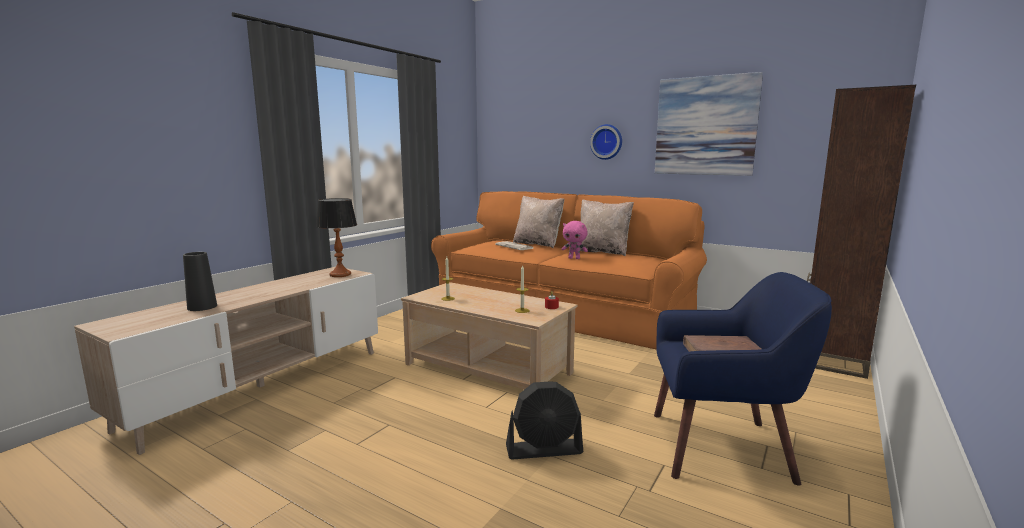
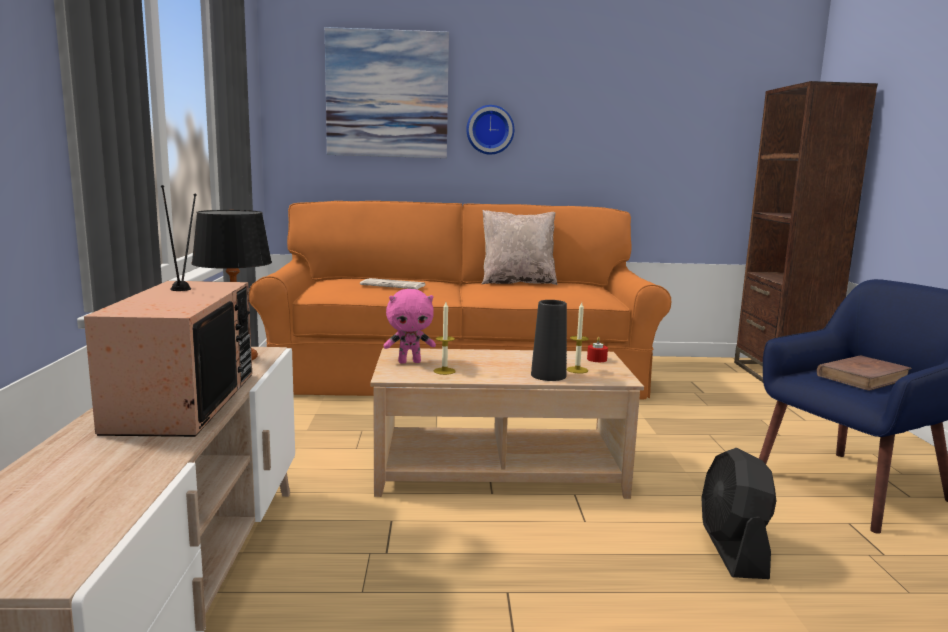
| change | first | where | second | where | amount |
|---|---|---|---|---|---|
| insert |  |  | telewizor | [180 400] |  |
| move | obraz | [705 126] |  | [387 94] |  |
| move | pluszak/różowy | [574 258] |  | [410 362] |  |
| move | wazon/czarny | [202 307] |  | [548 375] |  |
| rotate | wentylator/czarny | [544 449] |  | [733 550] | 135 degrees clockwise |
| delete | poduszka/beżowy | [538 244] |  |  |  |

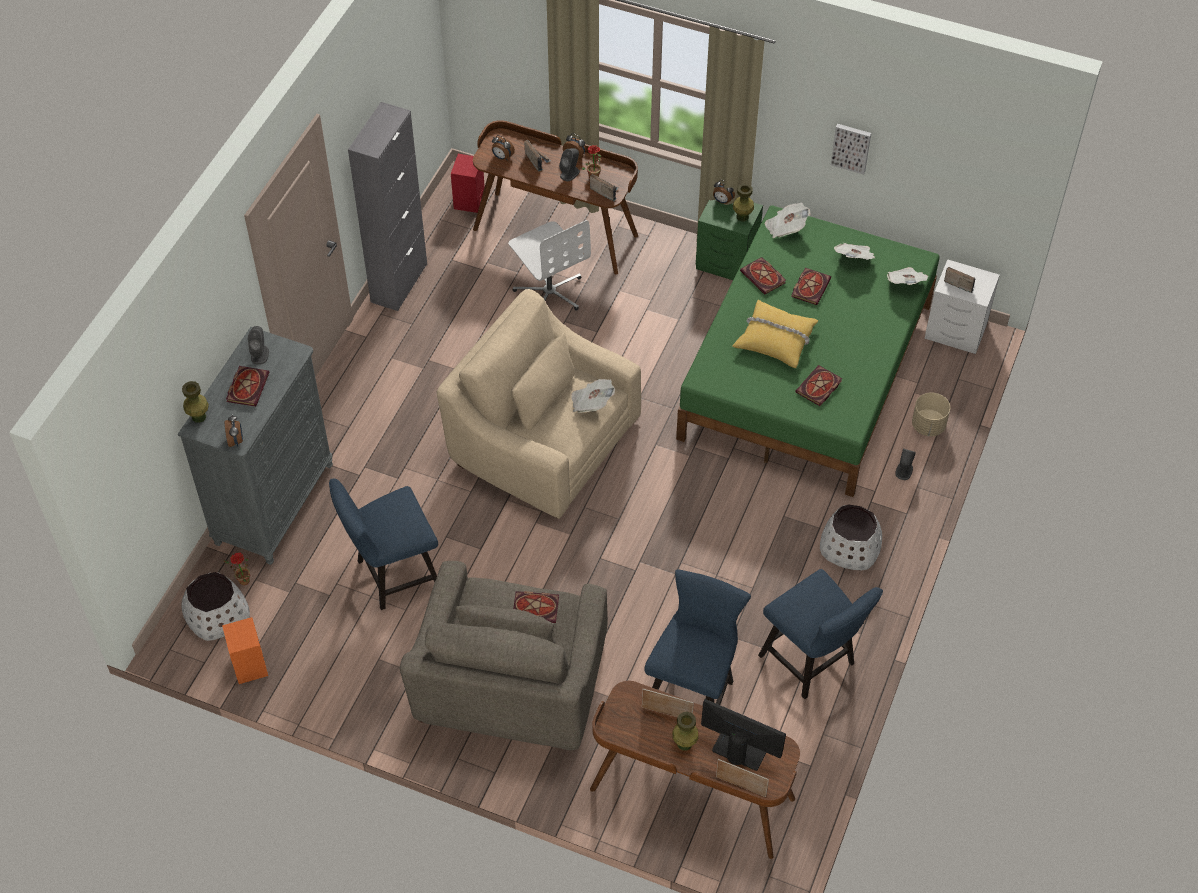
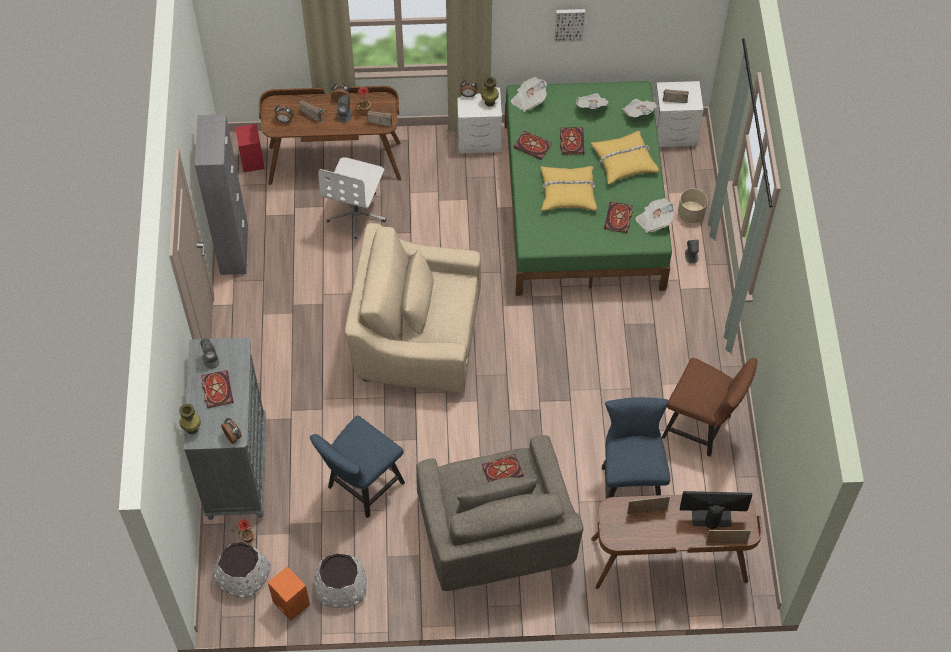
| change | first | where | second | where | amount |
|---|---|---|---|---|---|
| move | donica/biały | [849 547] |  | [340 585] |  |
| rotate | krzesło biurowe/biały | [549 292] |  | [357 213] | 75 degrees clockwise |
| recolor | szafka nocna/zielony | [727 263] | szafka nocna/biały | [480 140] |  |
| insert |  |  | poduszka/żółty | [624 161] |  |
| move | gazeta | [591 403] |  | [654 221] |  |
| recolor | krzesło/niebieski | [812 663] | krzesło/brązowy | [701 428] |  |
| delete | wazon/zielony | [684 743] |  |  |  |

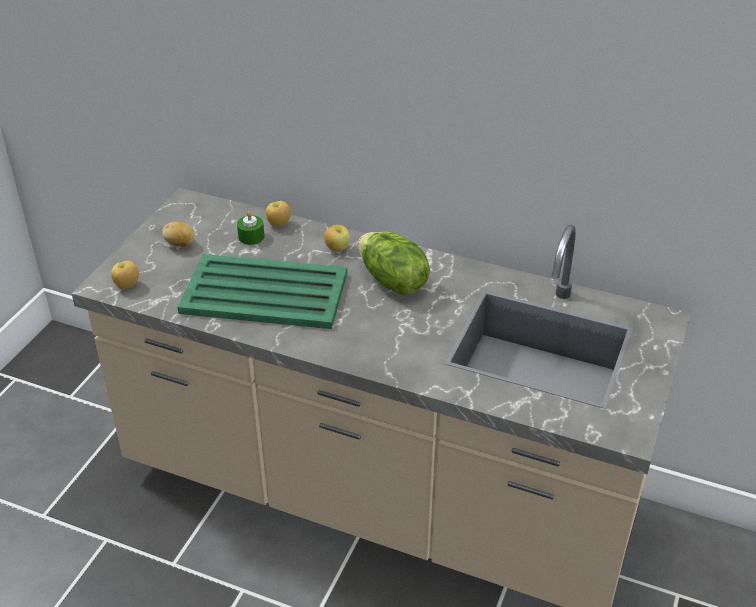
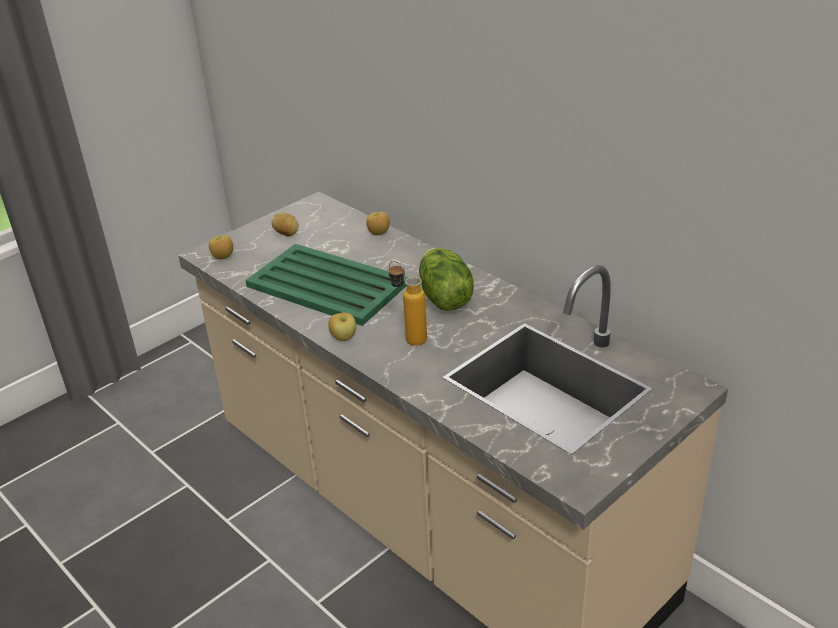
| change | first | where | second | where | amount |
|---|---|---|---|---|---|
| move | jabłko | [337 249] |  | [344 338] |  |
| insert |  |  | butelka | [409 337] |  |
| delete | świeca/zielony | [251 237] |  |  |  |

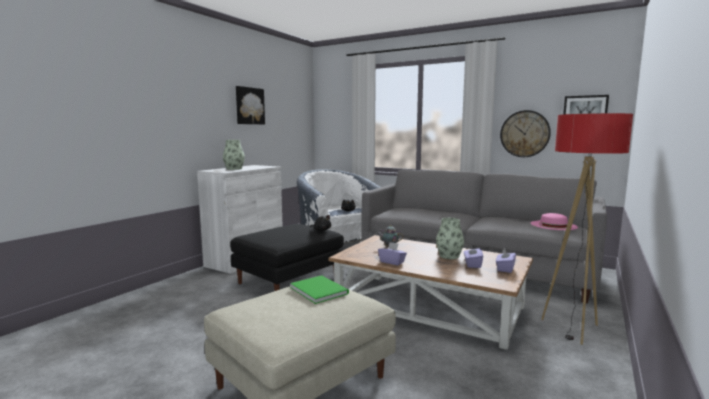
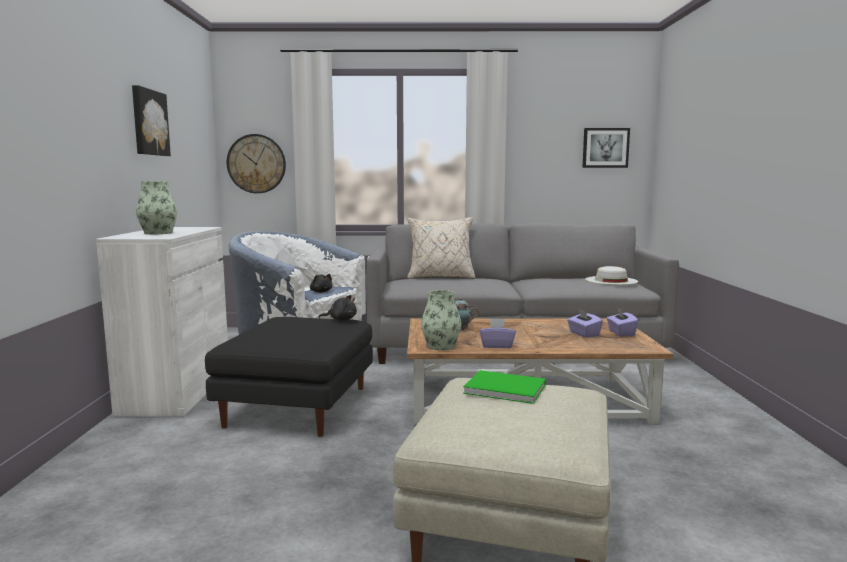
| change | first | where | second | where | amount |
|---|---|---|---|---|---|
| move | zegar ścienny | [524 134] |  | [256 164] |  |
| insert |  |  | poduszka/beżowy | [440 277] |  |
| move | wazon | [449 256] |  | [441 346] |  |
| recolor | kapelusz/różowy | [553 225] | kapelusz/biały | [611 280] |  |
| delete | lampa stojąca | [572 329] |  |  |  |

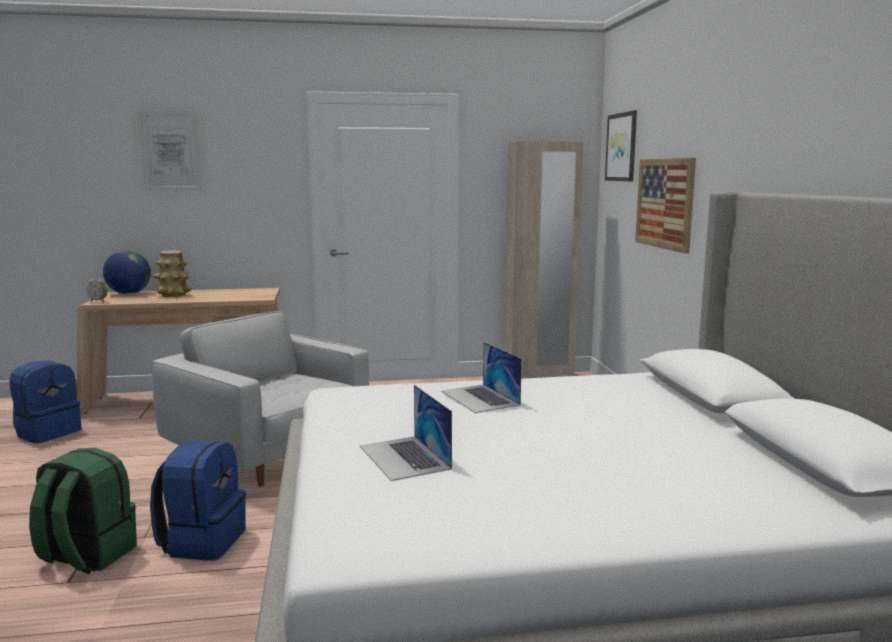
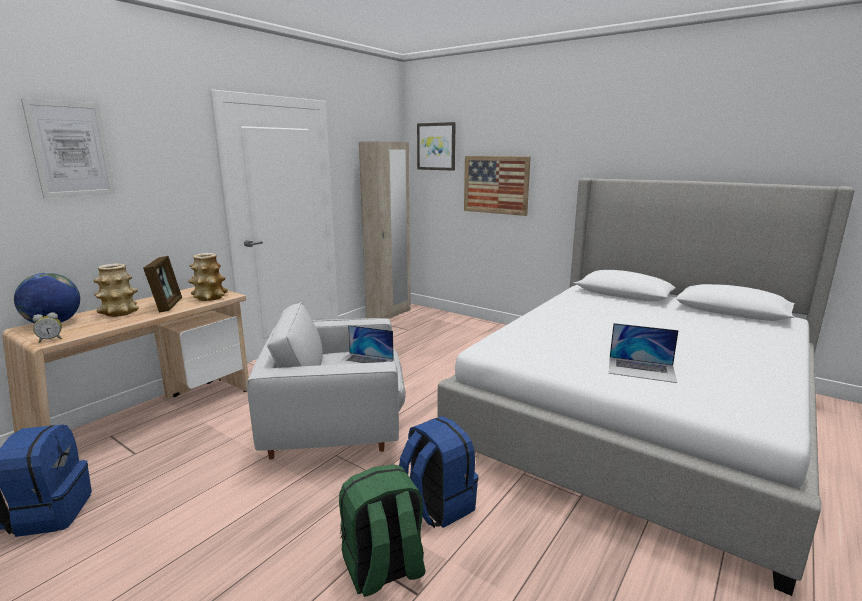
| change | first | where | second | where | amount |
|---|---|---|---|---|---|
| insert |  |  | ramka na zdjęcie | [167 305] |  |
| insert |  |  | wazon | [209 297] |  |
| move | laptop | [480 398] |  | [364 362] |  |

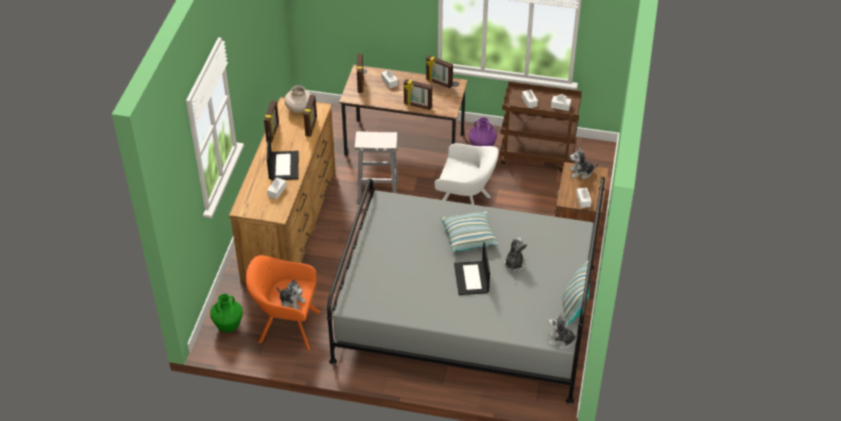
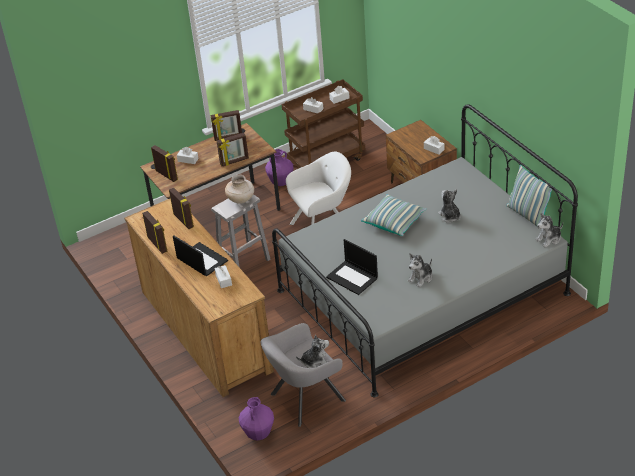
| change | first | where | second | where | amount |
|---|---|---|---|---|---|
| move | wazon/beżowy | [299 109] |  | [241 199] |  |
| recolor | wazon/zielony | [229 326] | wazon/fioletowy | [258 433] |  |
| recolor | fotel/pomarańczowy | [286 326] | fotel/szary | [304 399] |  |
| move | laptop | [472 278] |  | [353 278] |  |
| move | pluszak | [581 172] |  | [421 278] |  |

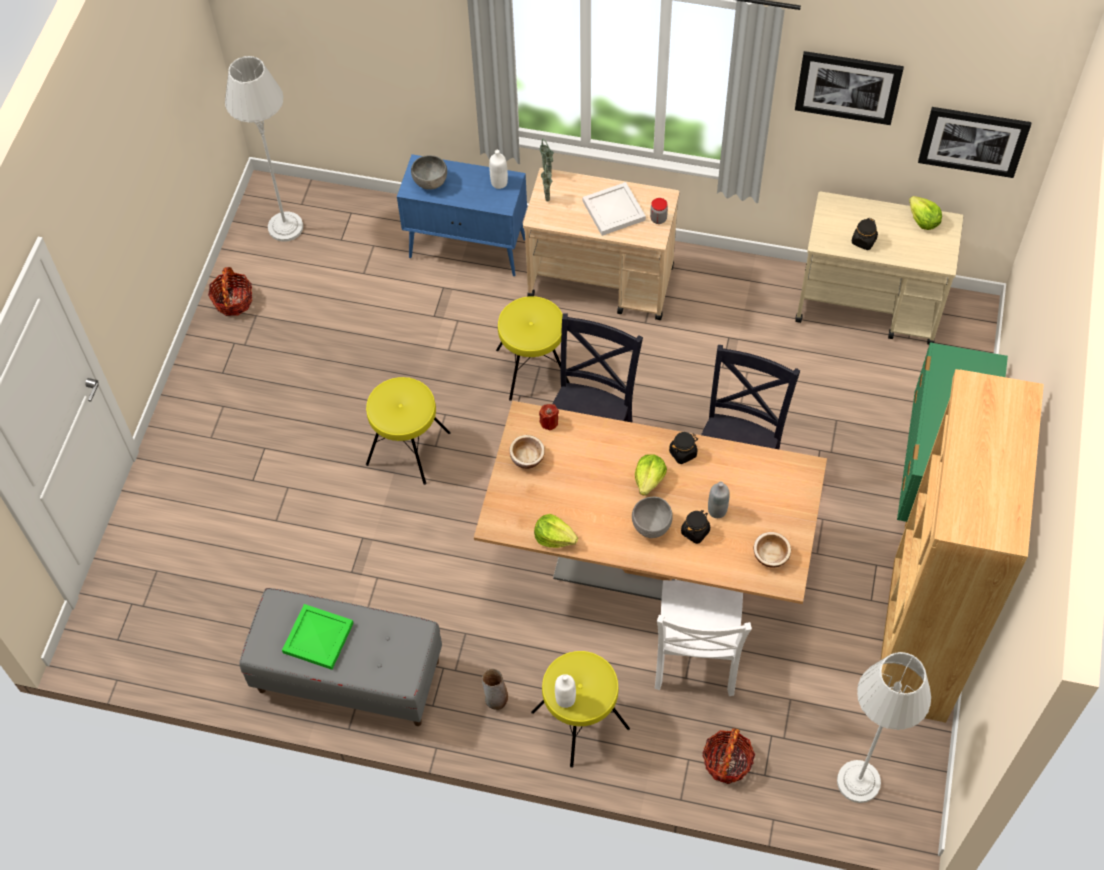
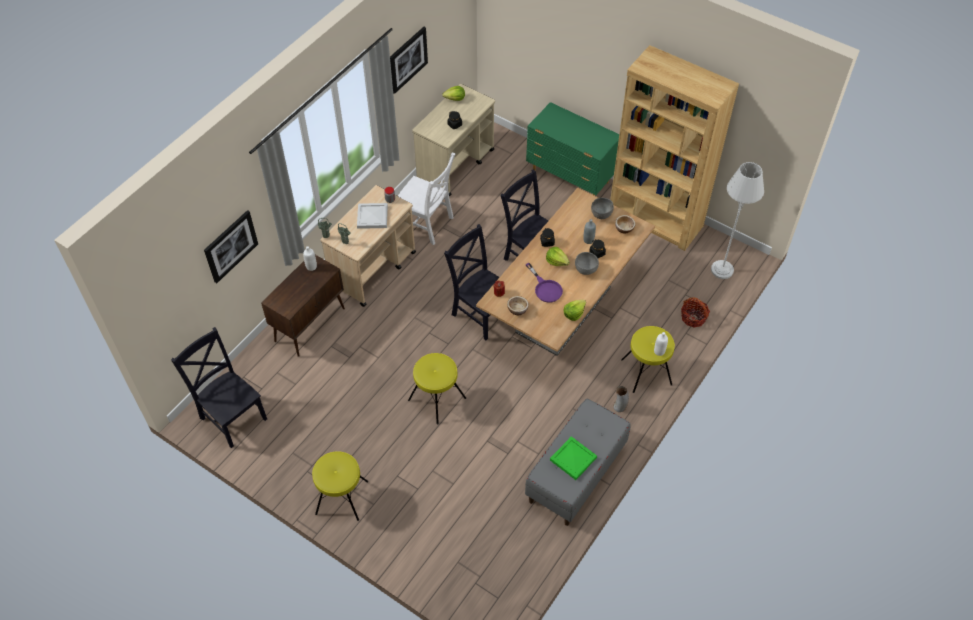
| change | first | where | second | where | amount |
|---|---|---|---|---|---|
| replace | lampa stojąca/szary | [286 227] | krzesło/czarny | [232 416] |  |
| move | obraz | [973 140] |  | [230 246] |  |
| recolor | szafka/niebieski | [469 248] | szafka/brązowy | [310 324] |  |
| move | stołek/żółty | [533 368] |  | [341 497] |  |
| move | krzesło/biały | [695 658] |  | [427 224] |  |
| insert |  |  | patelnia/fioletowy | [545 288] |  |
| move | miska/szary | [431 183] |  | [601 215] |  |
| delete | koszyk | [233 301] |  |  |  |

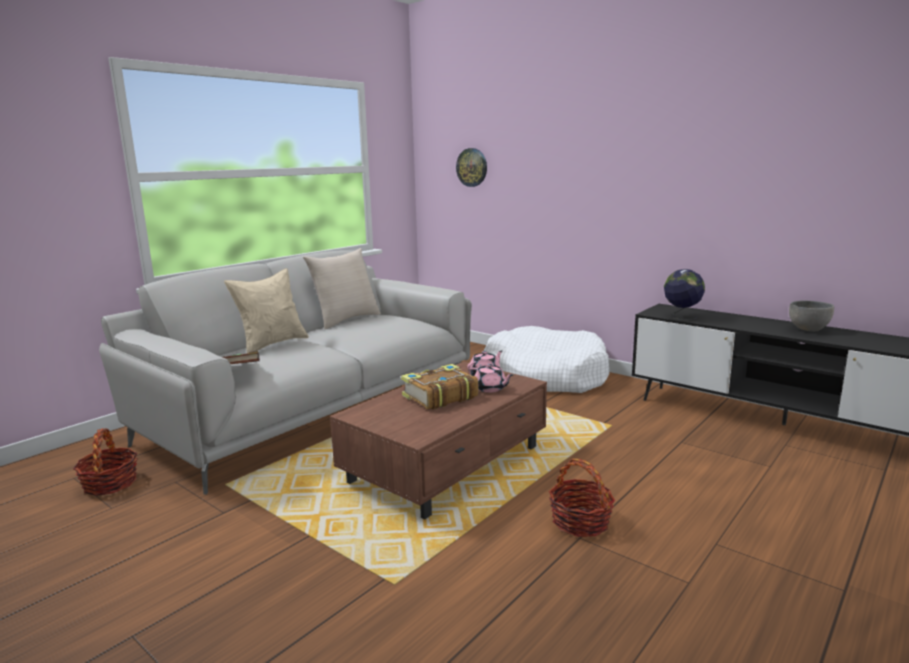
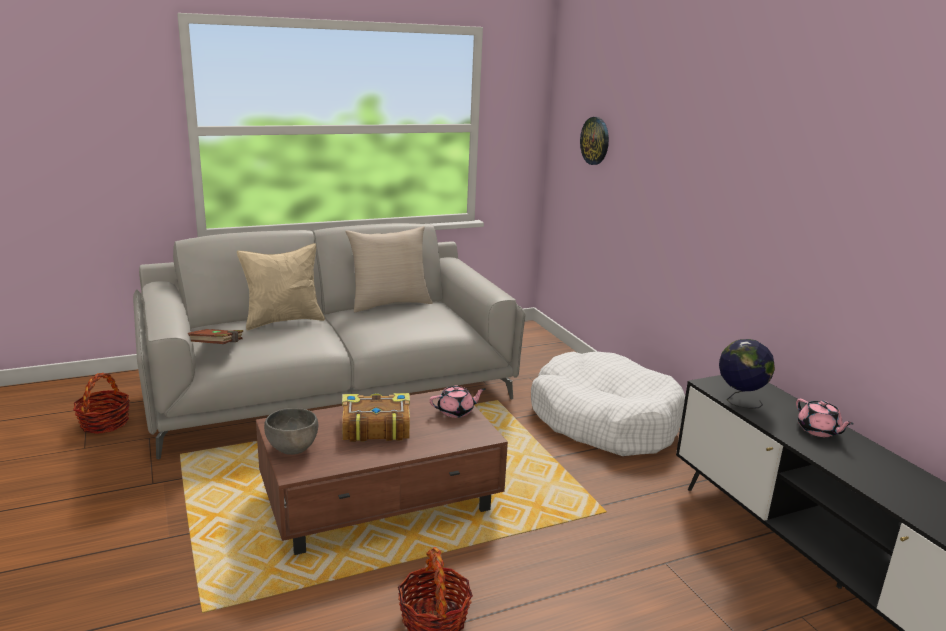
| change | first | where | second | where | amount |
|---|---|---|---|---|---|
| move | miska/szary | [808 329] |  | [293 449] |  |
| move | imbryk/różowy | [490 389] |  | [818 431] |  |

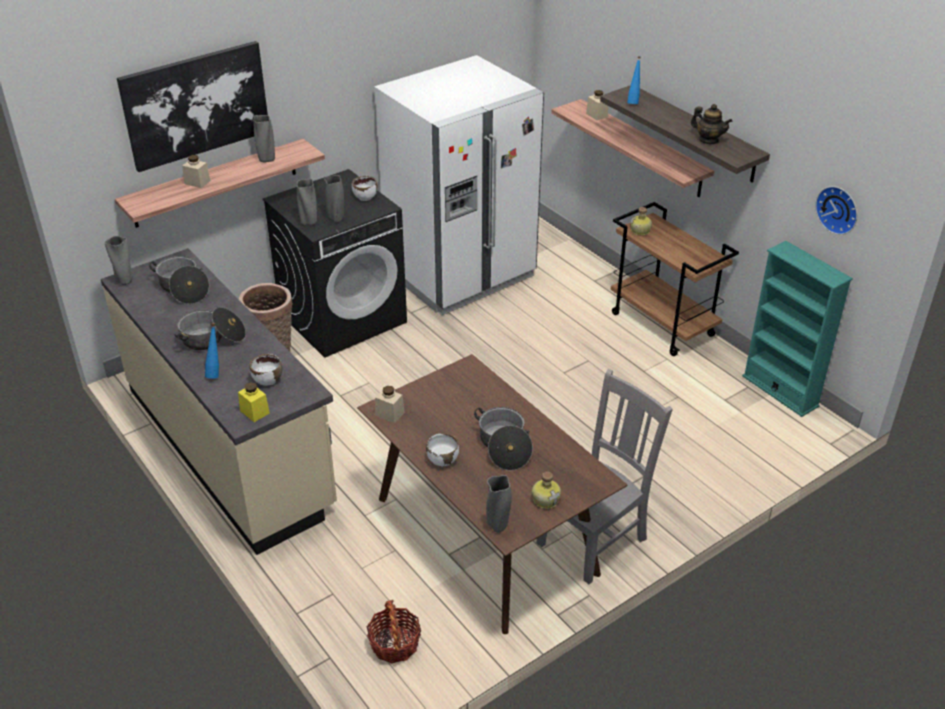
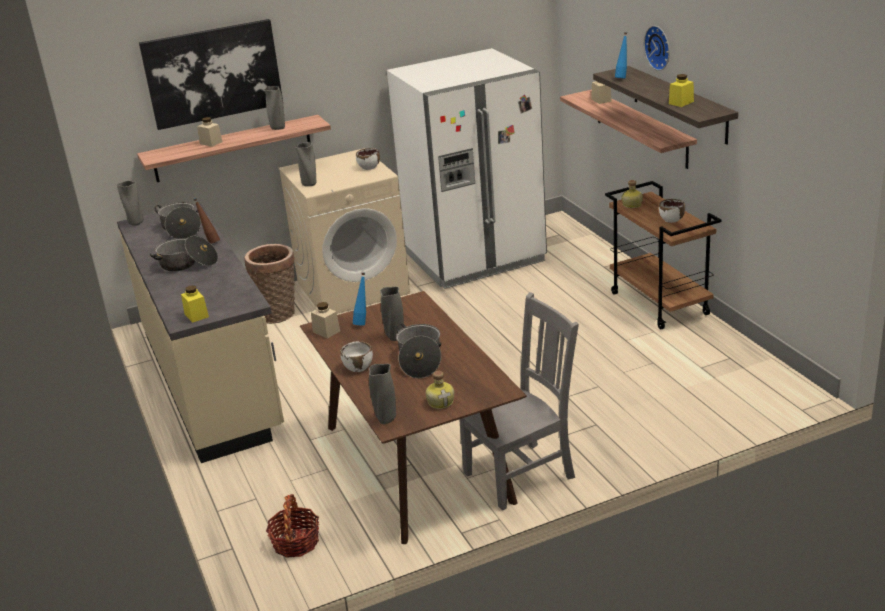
| change | first | where | second | where | amount |
|---|---|---|---|---|---|
| insert |  |  | butelka/brązowy | [210 242] |  |
| recolor | pralka/czarny | [343 317] | pralka/beżowy | [353 287] |  |
| move | butelka/niebieski | [215 373] |  | [363 322] |  |
| move | wazon/szary | [336 219] |  | [395 337] |  |
| move | zegar ścienny | [838 209] |  | [659 47] |  |
| move | miska/biały | [267 380] |  | [671 219] |  |
| replace | imbryk | [708 140] | słoik/żółty | [681 102] |  |
| delete | regał/turkusowy | [780 391] |  |  |  |

